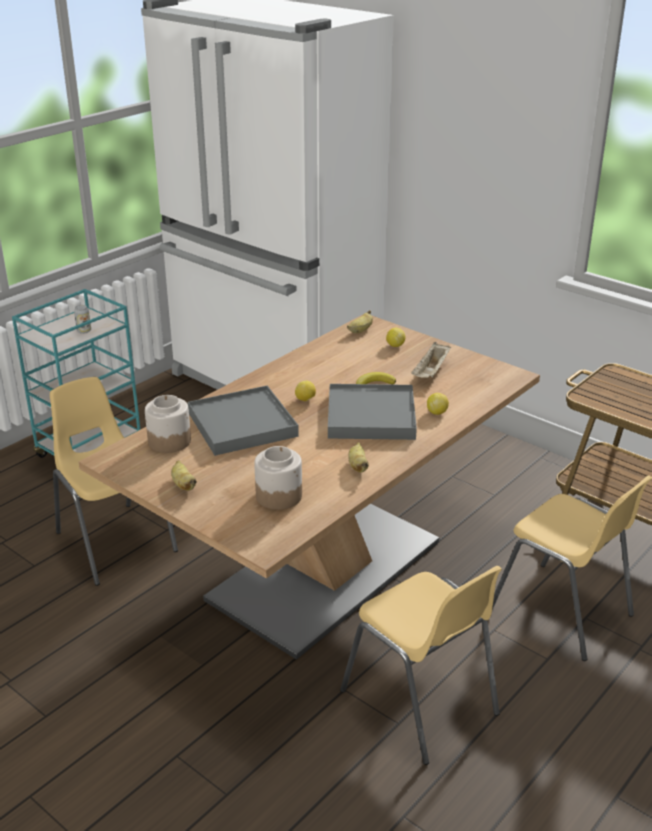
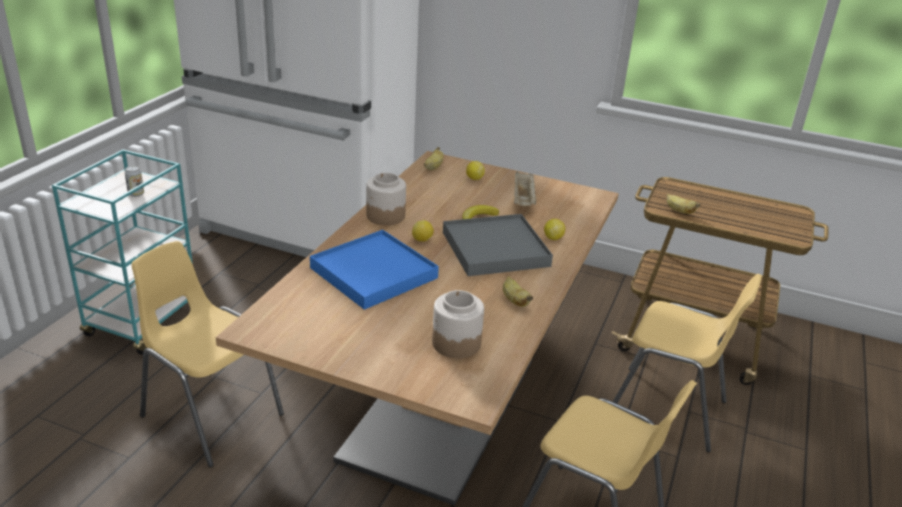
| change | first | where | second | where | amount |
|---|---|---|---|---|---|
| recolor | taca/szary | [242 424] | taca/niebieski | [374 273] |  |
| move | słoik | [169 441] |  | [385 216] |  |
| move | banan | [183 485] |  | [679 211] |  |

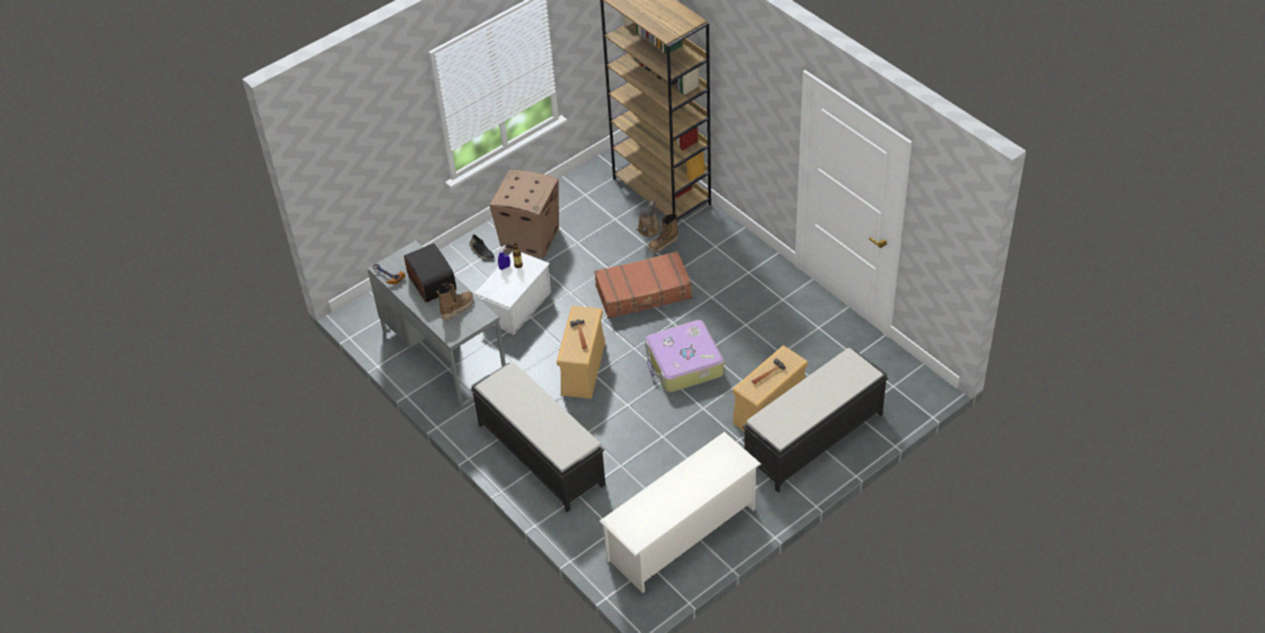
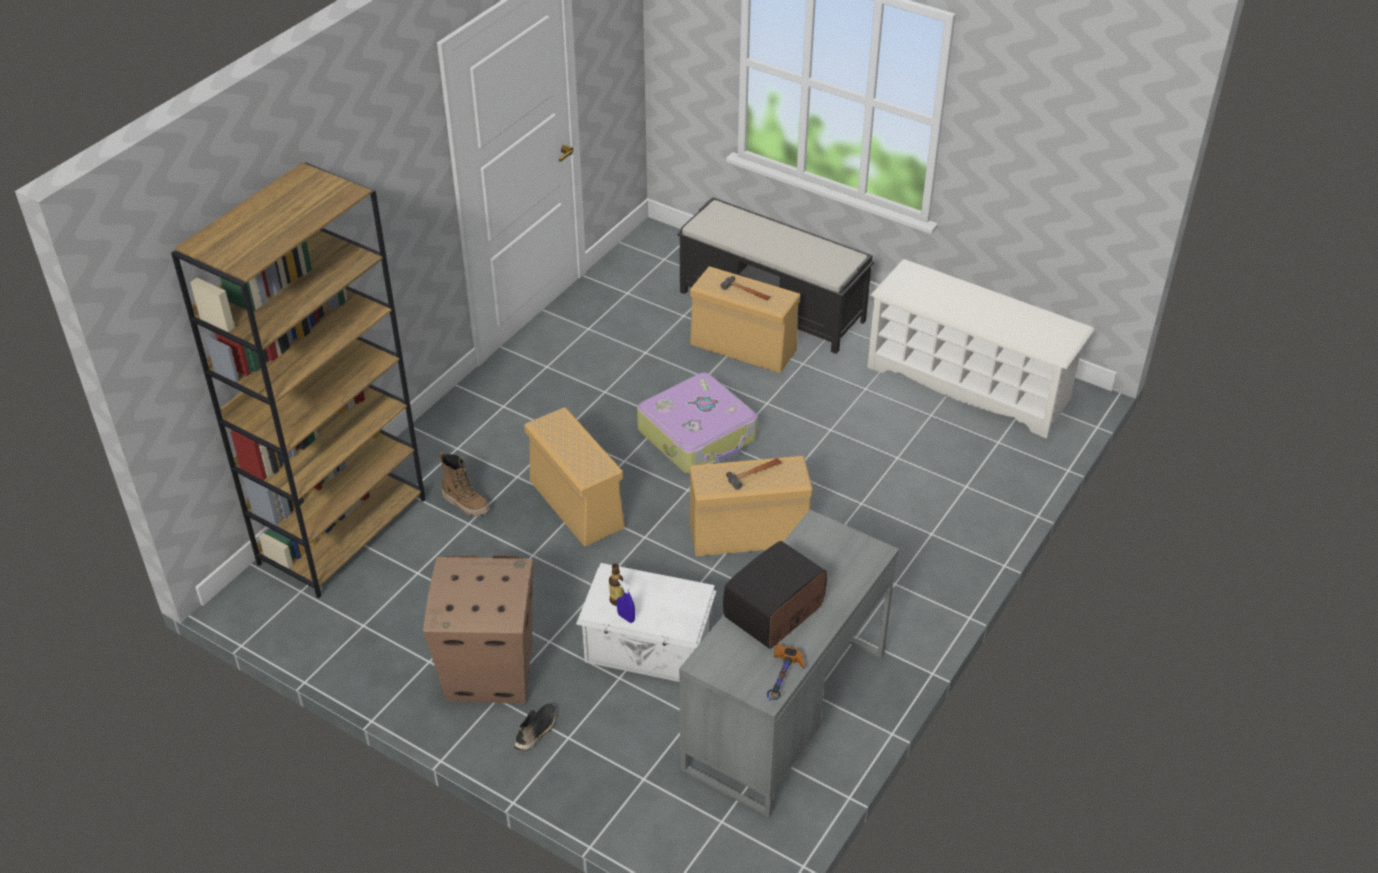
| change | first | where | second | where | amount |
|---|---|---|---|---|---|
| replace | walizka/brązowy | [644 293] | pojemnik do przechowywania/beżowy | [575 503] |  |
| delete | but z cholewką | [457 308] |  |  |  |
| delete | ławka/czarny | [540 454] |  |  |  |
| delete | konewka/brązowy | [648 230] |  |  |  |

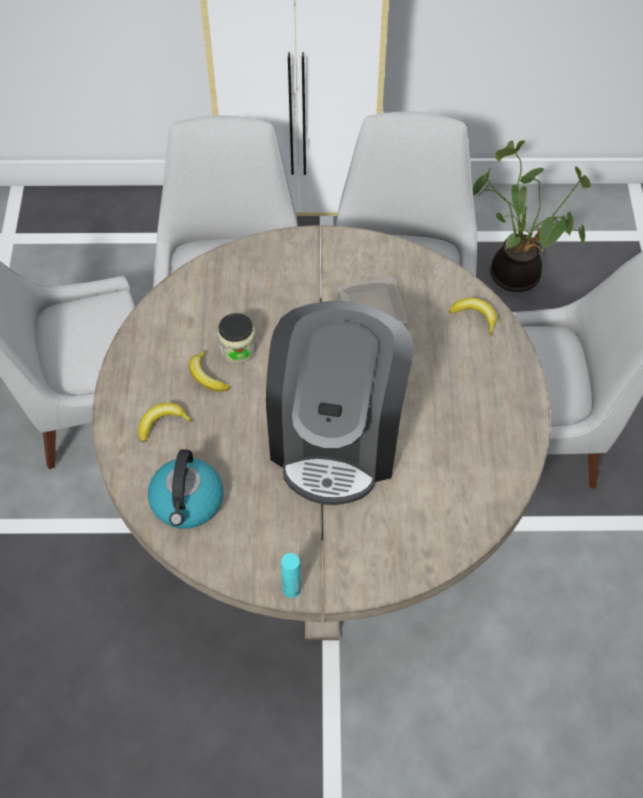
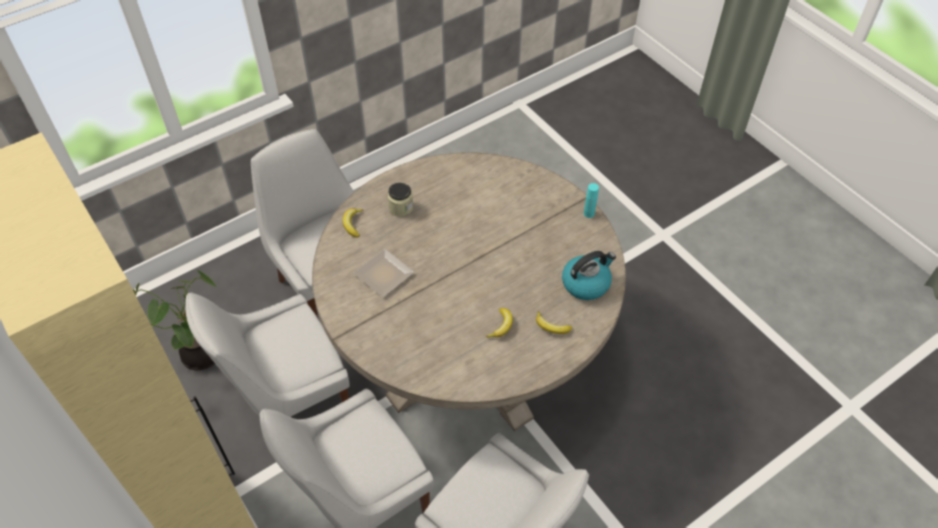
| change | first | where | second | where | amount |
|---|---|---|---|---|---|
| move | słoik | [238 349] |  | [401 208] |  |
| delete | ekspres do kawy | [337 436] |  |  |  |

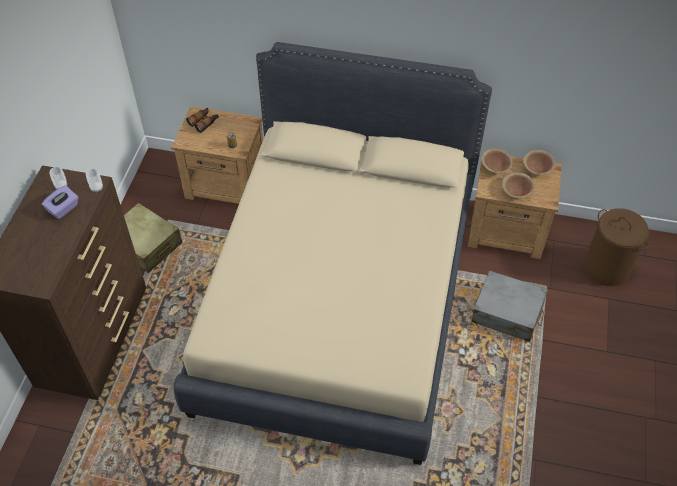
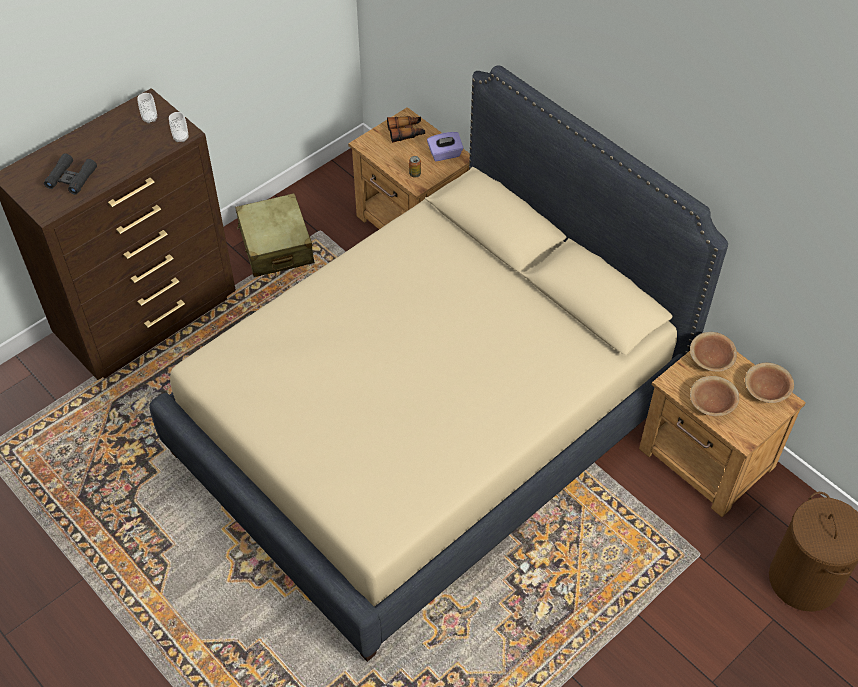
| change | first | where | second | where | amount |
|---|---|---|---|---|---|
| insert |  |  | lornetka/czarny | [71 178] |  |
| move | pudełko chusteczek/fioletowy | [63 209] |  | [445 154] |  |
| delete | walizka/szary | [507 313] |  |  |  |

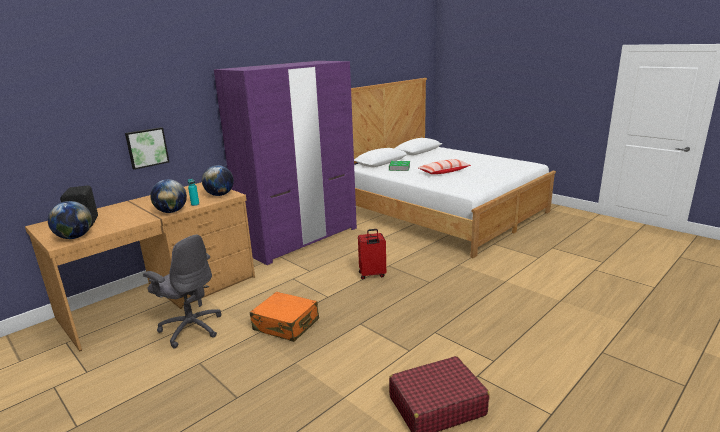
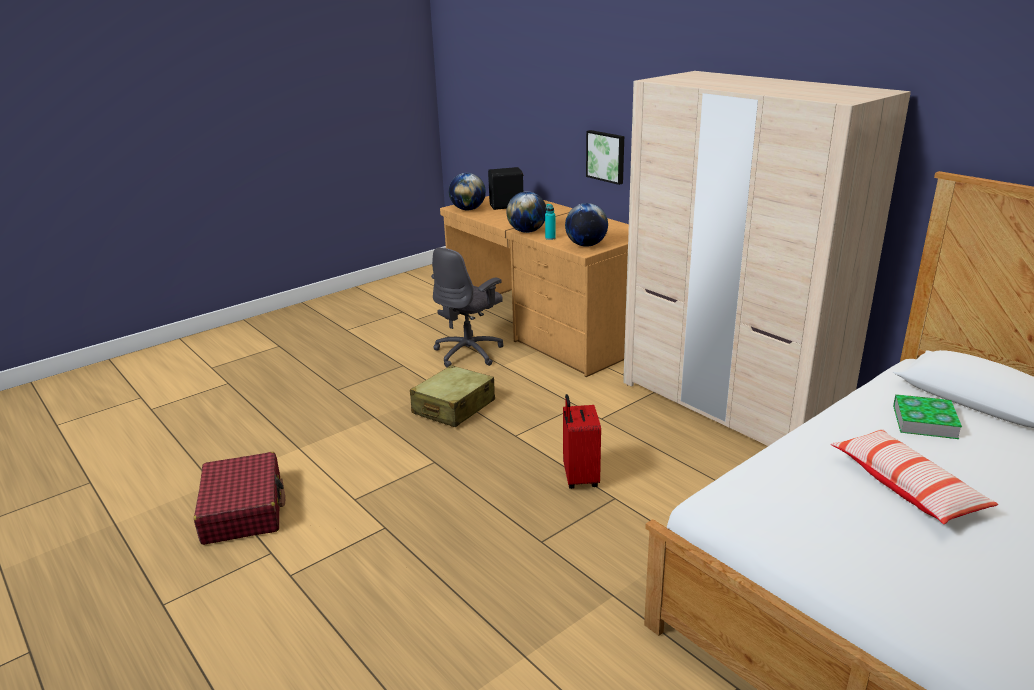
| change | first | where | second | where | amount |
|---|---|---|---|---|---|
| recolor | walizka/pomarańczowy | [286 325] | walizka/beżowy | [453 407] |  |
| recolor | szafa/fioletowy | [300 239] | szafa/beżowy | [728 405] |  |

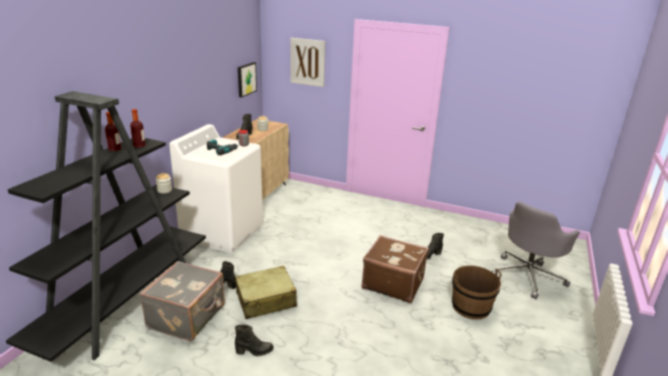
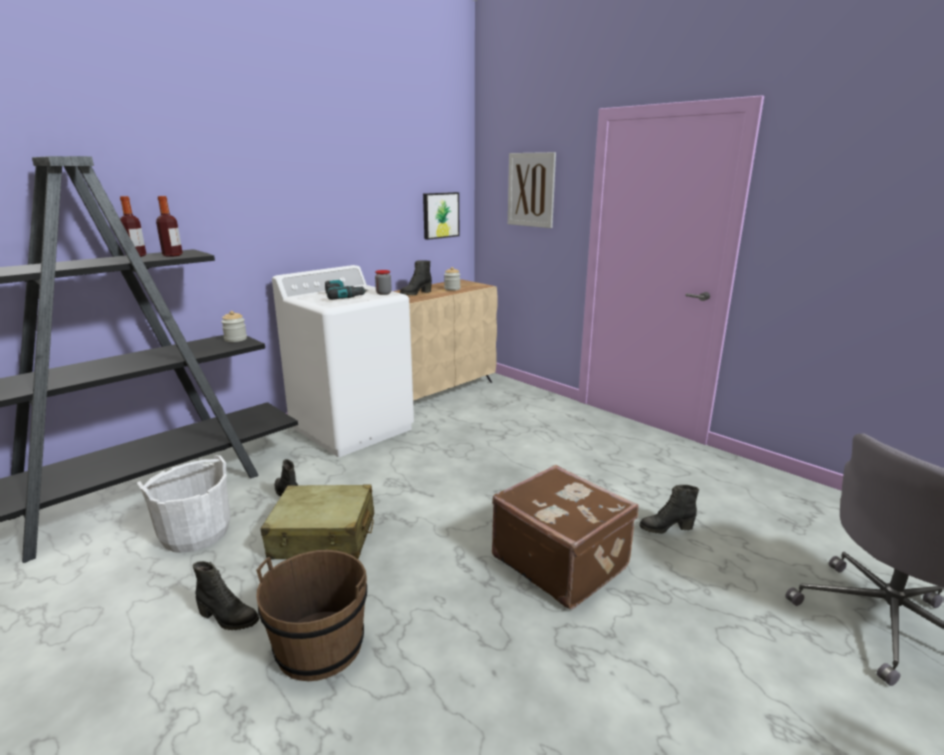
| change | first | where | second | where | amount |
|---|---|---|---|---|---|
| replace | walizka/szary | [188 316] | wiadro/biały | [195 533] |  |
| move | wiadro/brązowy | [471 307] |  | [320 646] |  |

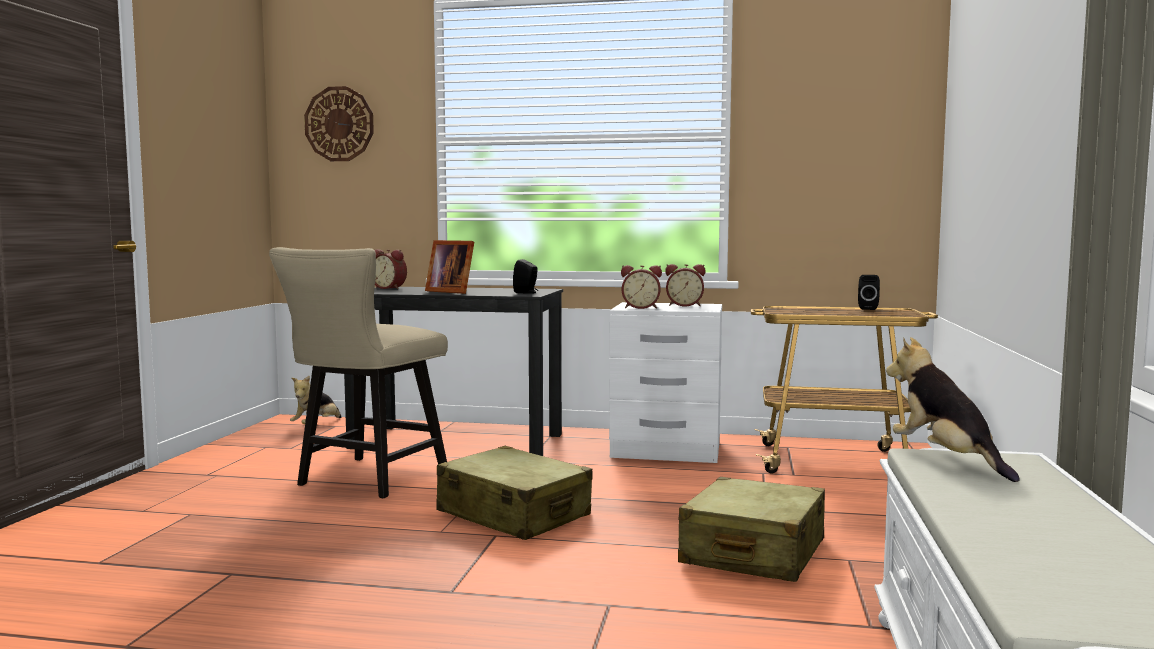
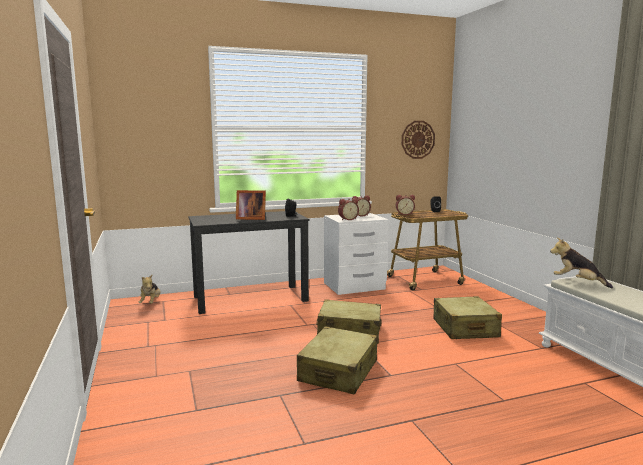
| change | first | where | second | where | amount |
|---|---|---|---|---|---|
| insert |  |  | walizka/beżowy | [338 371] |  |
| move | budzik | [390 288] |  | [404 214] |  |
| move | zegar ścienny | [339 124] |  | [418 139] |  |
| delete | krzesło/beżowy | [365 480] |  |  |  |

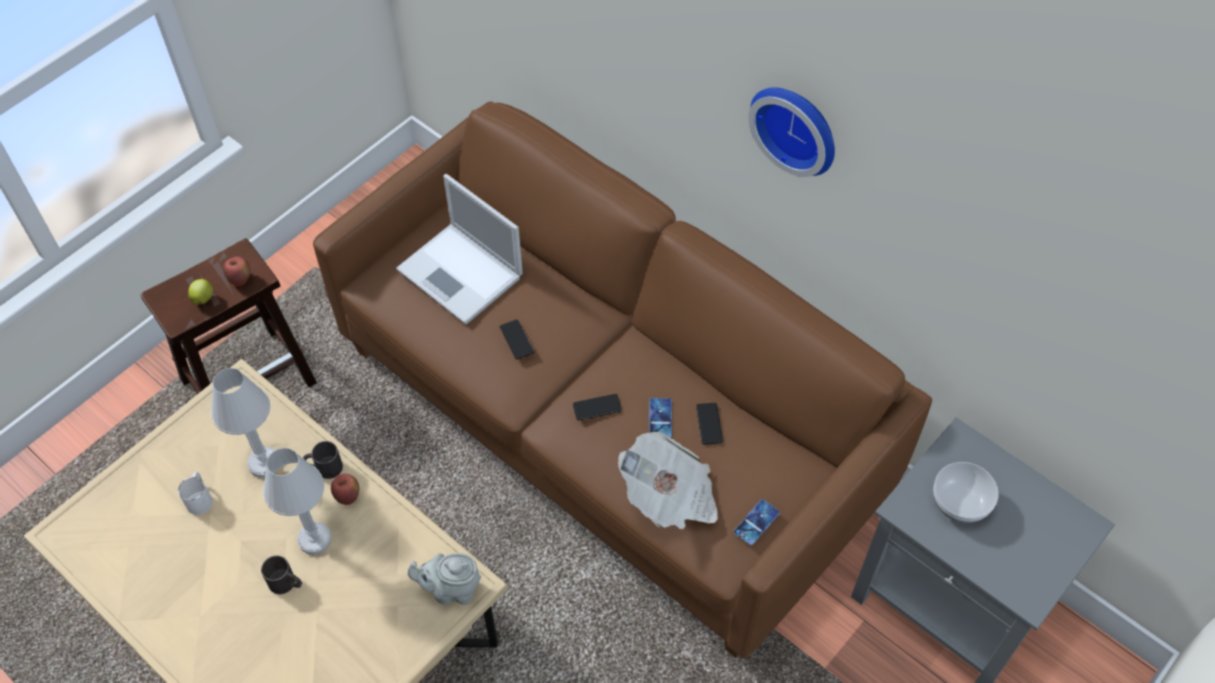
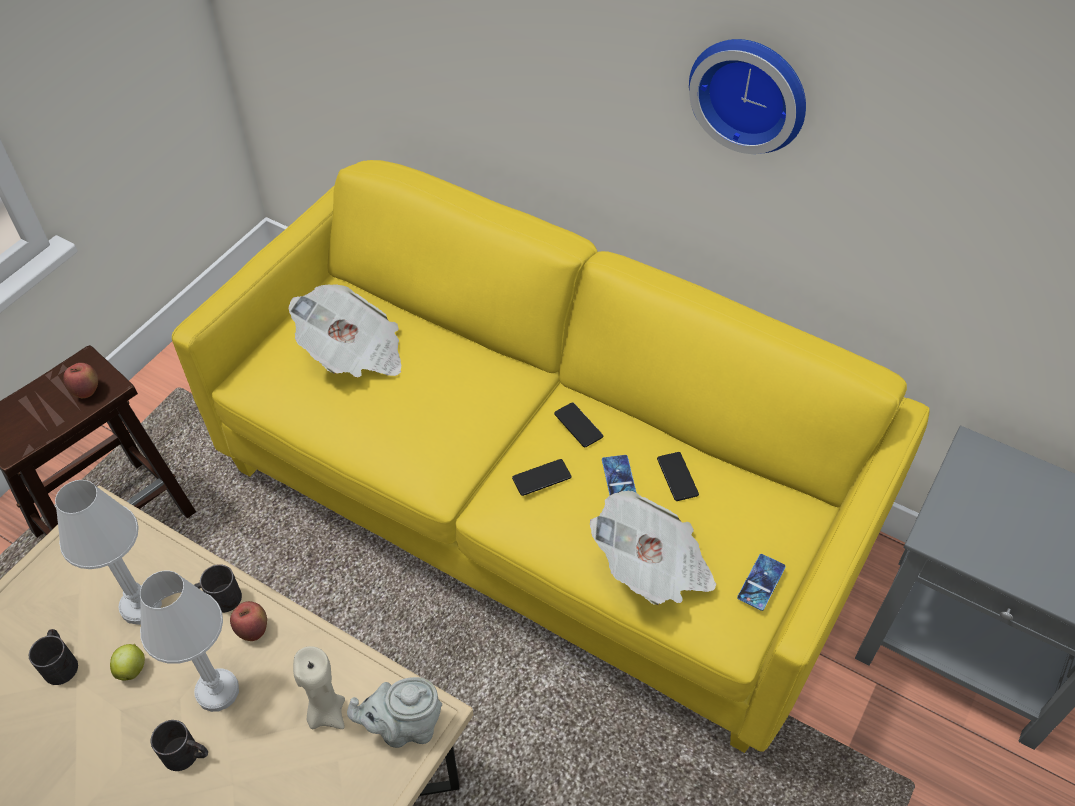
| change | first | where | second | where | amount |
|---|---|---|---|---|---|
| recolor | kubek/biały | [200 498] | kubek/czarny | [61 662] |  |
| move | jabłko | [203 298] |  | [132 668] |  |
| recolor | kanapa/brązowy | [610 422] | kanapa/żółty | [540 506] |  |
| replace | laptop | [462 274] | gazeta | [353 353] |  |
| insert |  |  | świeca/beżowy | [326 712] |  |
| move | telefon | [516 340] |  | [578 425] |  |
| delete | miska | [960 502] |  |  |  |

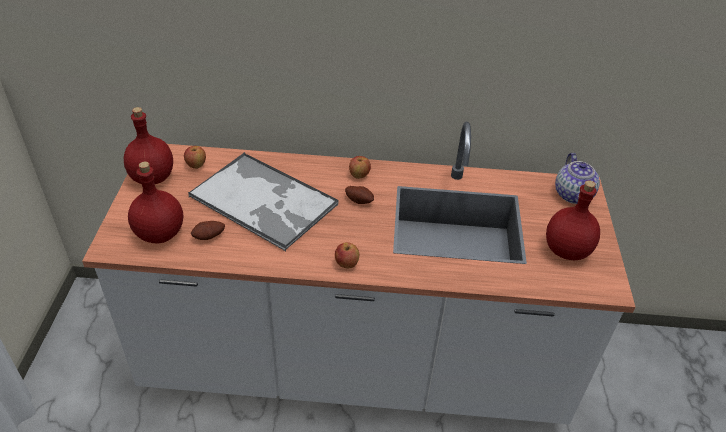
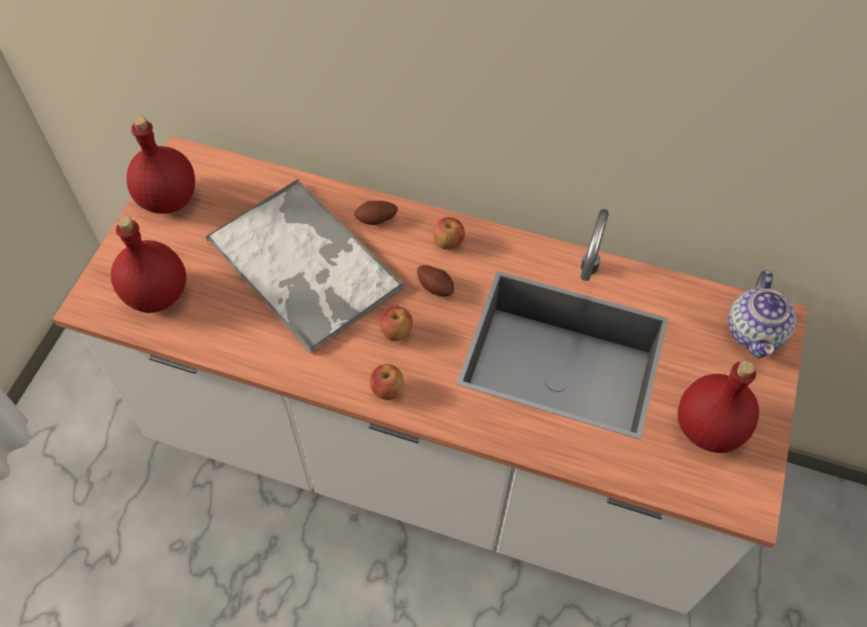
| change | first | where | second | where | amount |
|---|---|---|---|---|---|
| move | ziemniak | [209 237] |  | [376 220] |  |
| move | jabłko | [196 165] |  | [396 332] |  |

